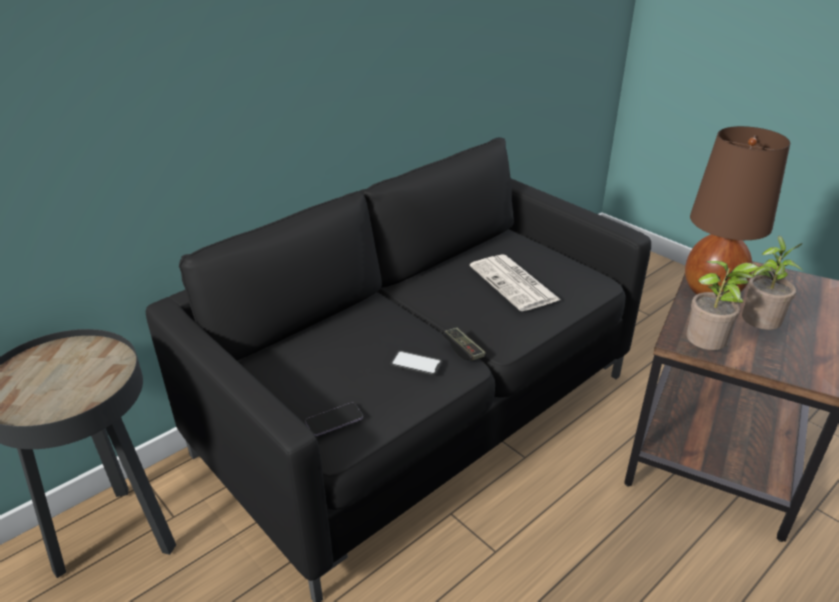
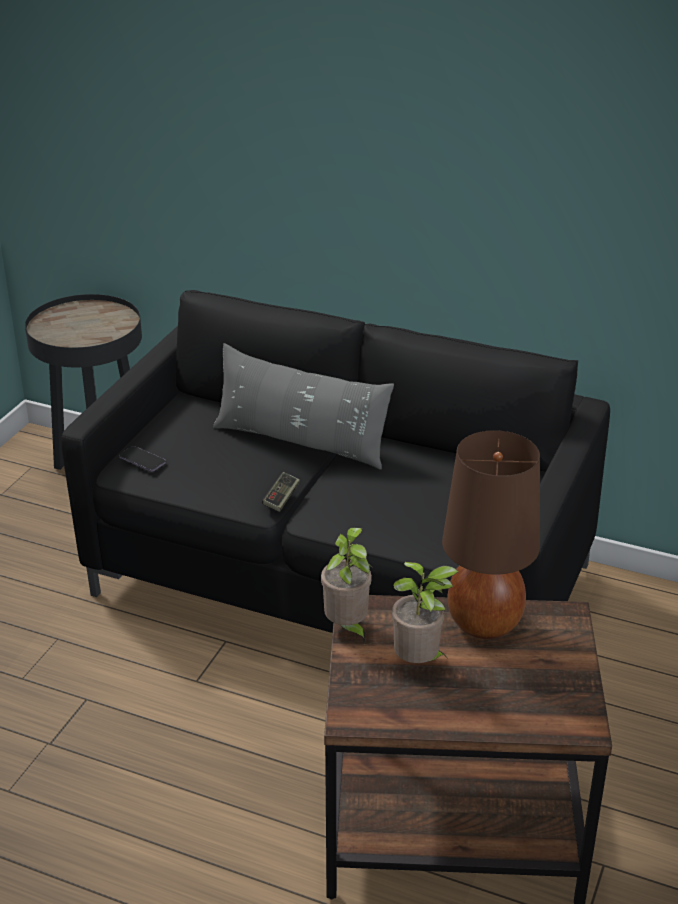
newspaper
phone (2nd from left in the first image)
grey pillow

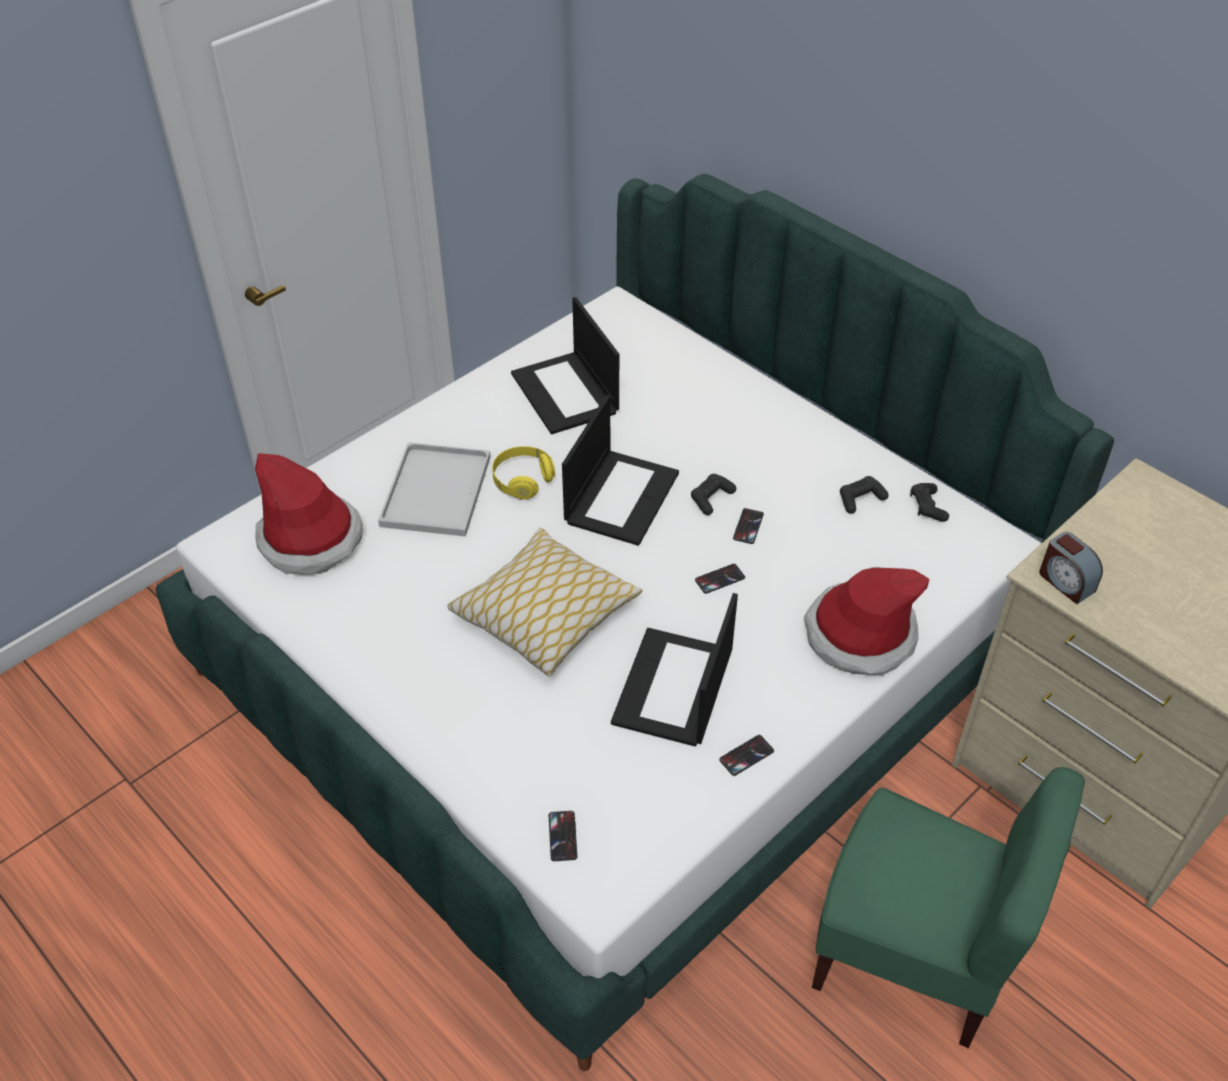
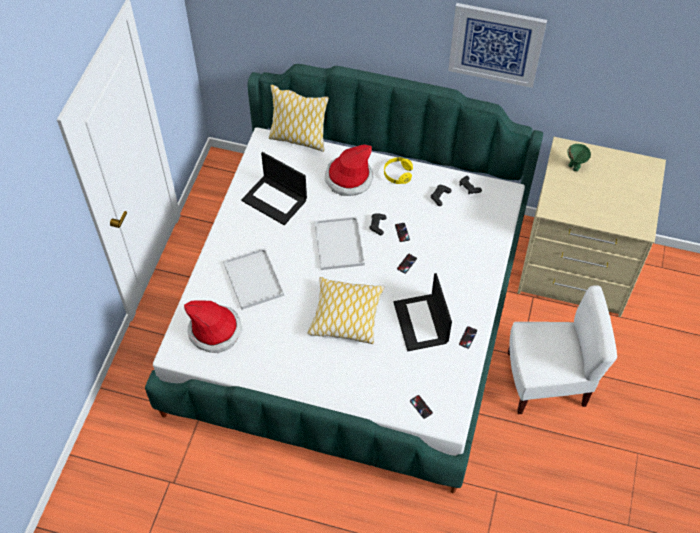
white tray (2nd from left)
yellow headphones
alarm clock
hat (2nd from left)
white chair
picture
pillow (1st from left)
green bowl

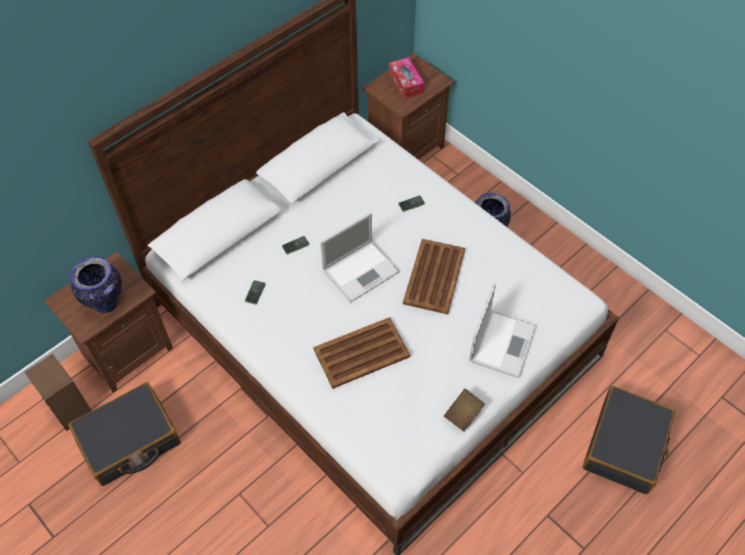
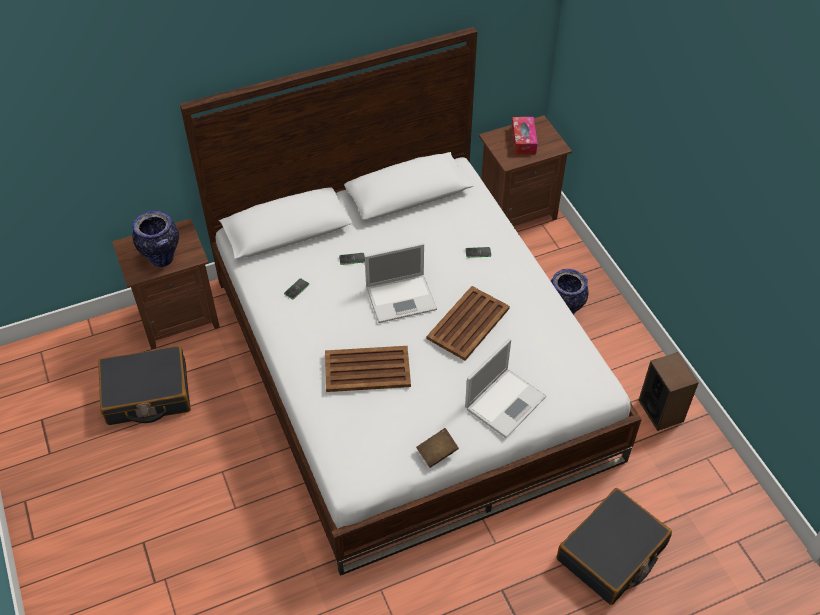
speaker

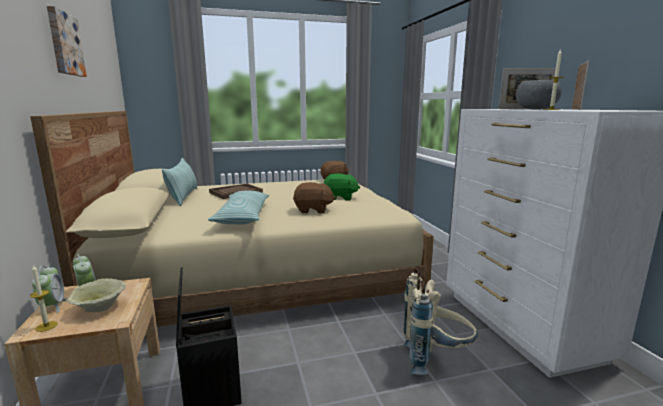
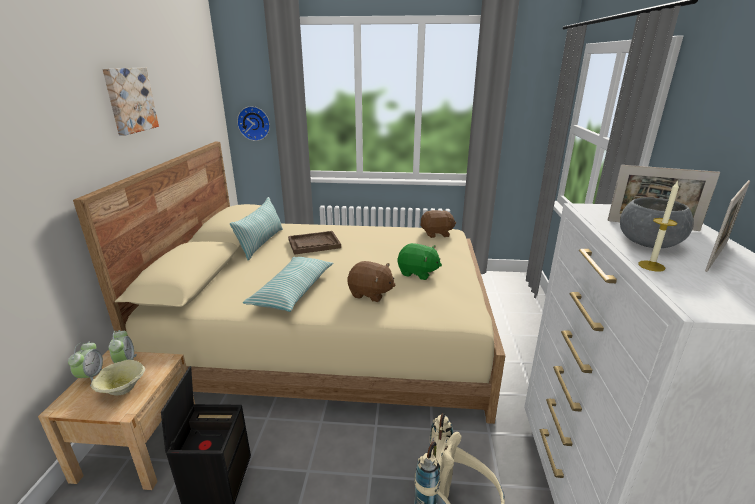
candle (1st from left in the first image)
wall clock

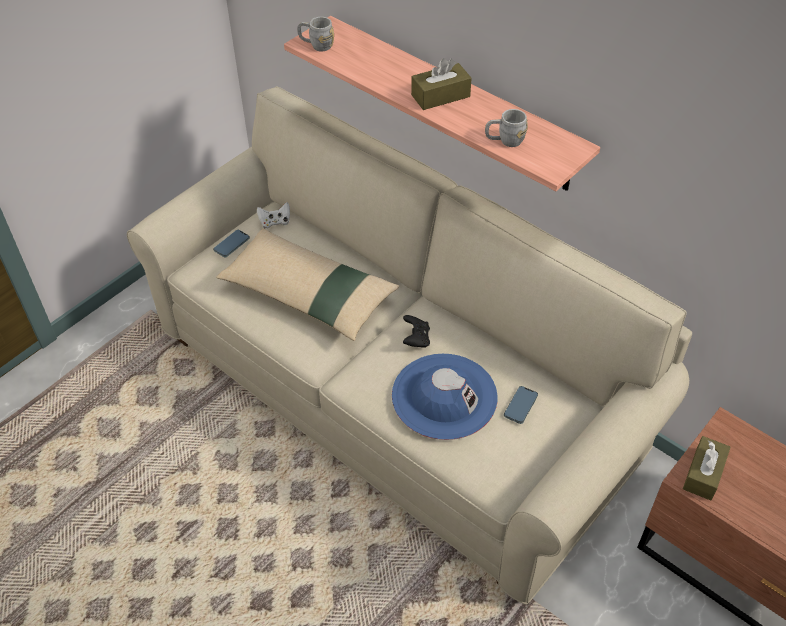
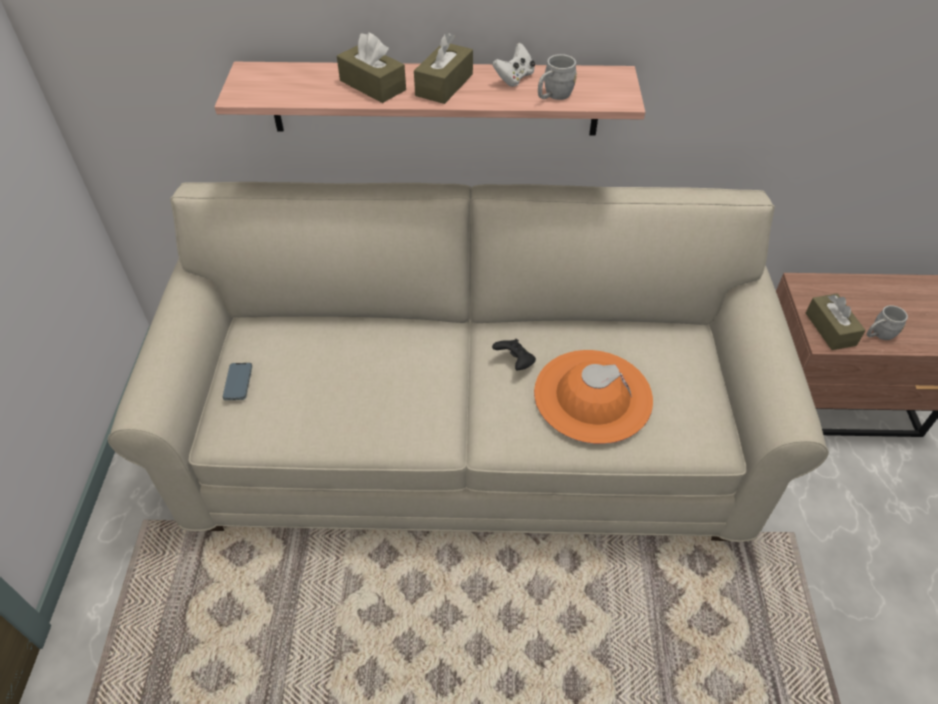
grey mug (2nd from left)
white game controller
beige pillow
orange hat
phone (2nd from left in the first image)
brown tissue box (1st from left)

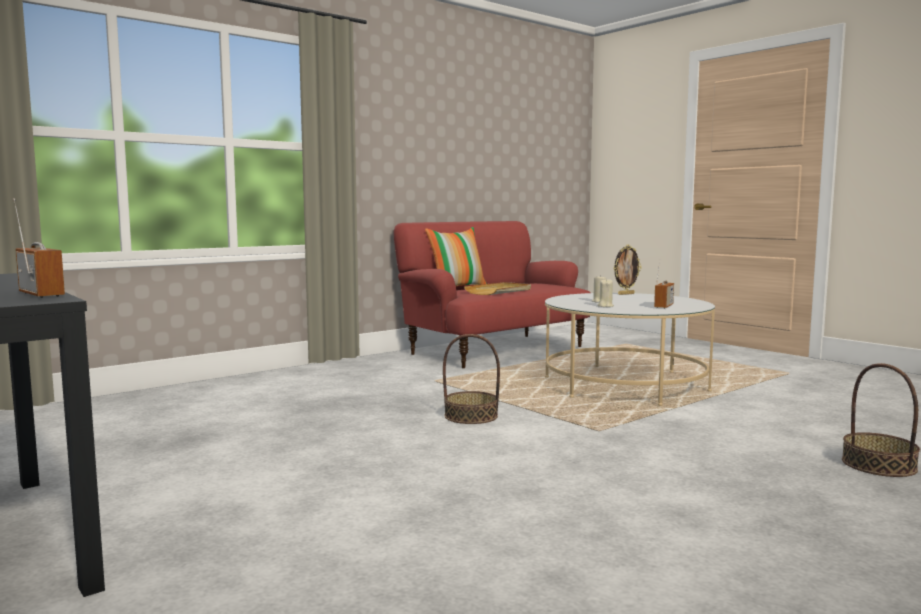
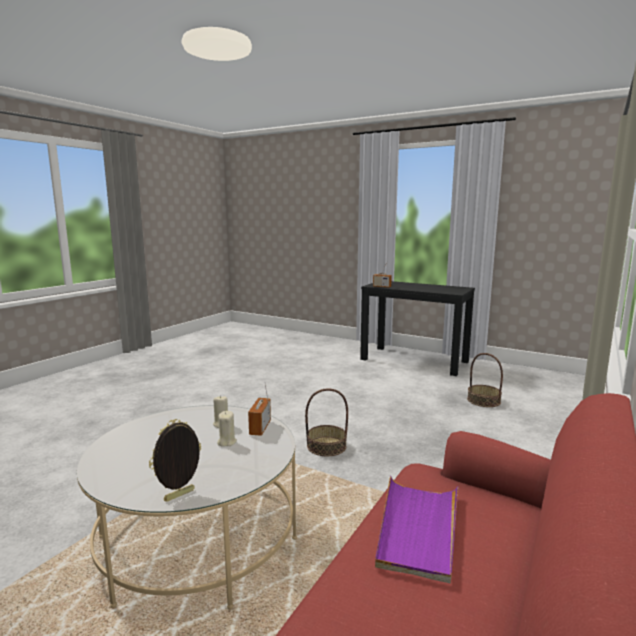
pillow
radio (1st from left)
purple tray
basket (2nd from left)

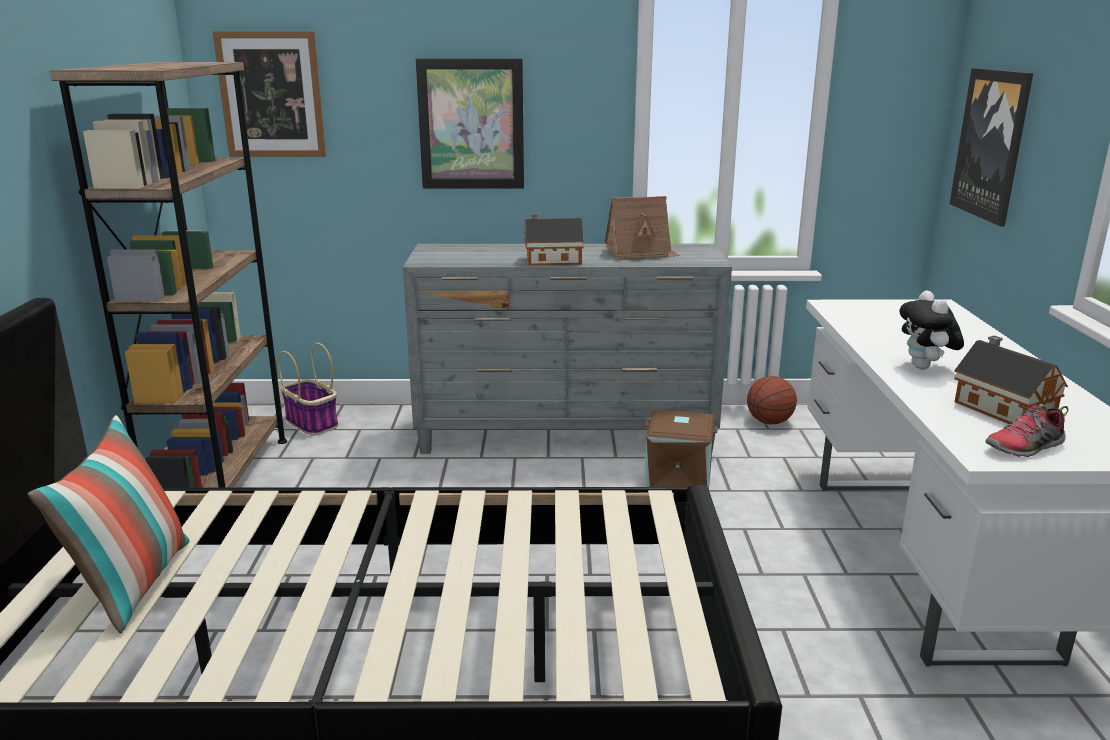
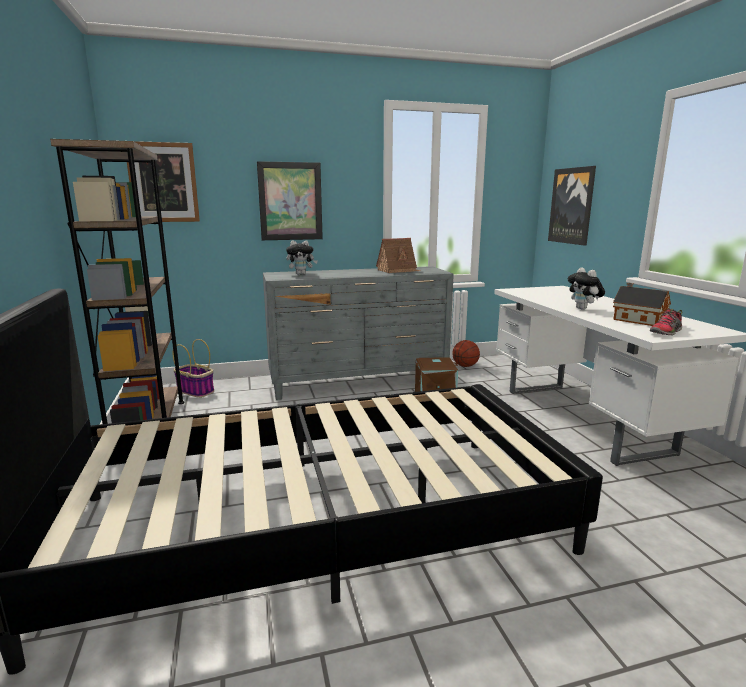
toy house (1st from left in the first image)
pillow
plush toy (1st from left)

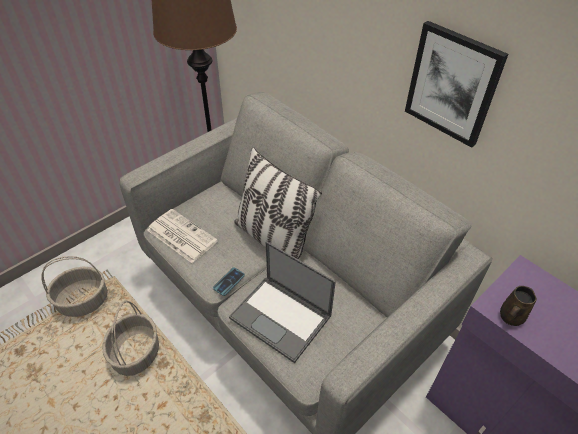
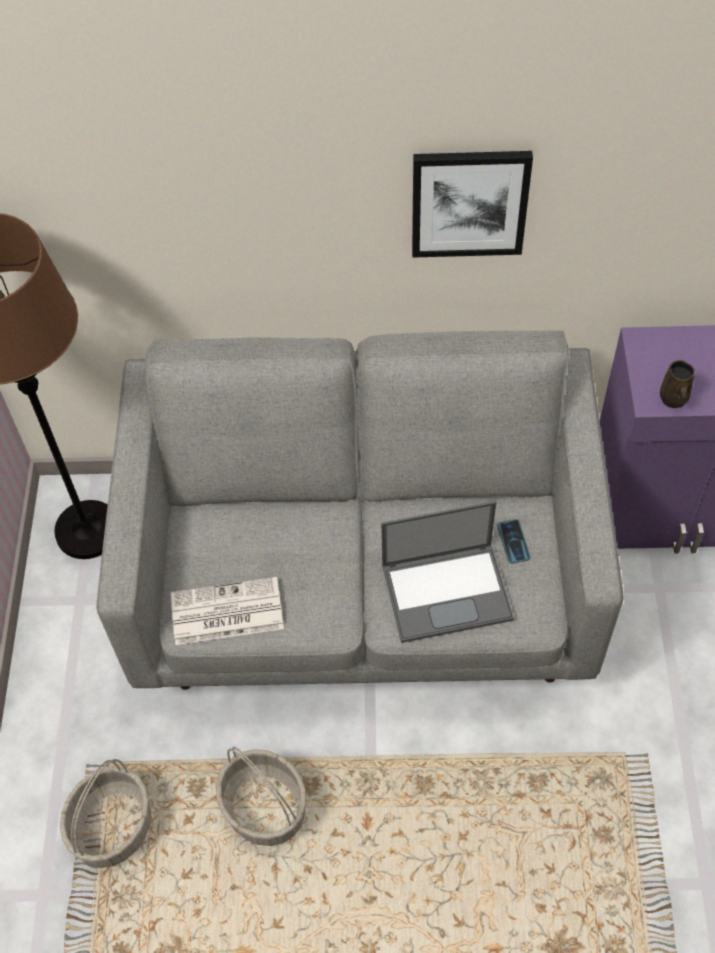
pillow
phone

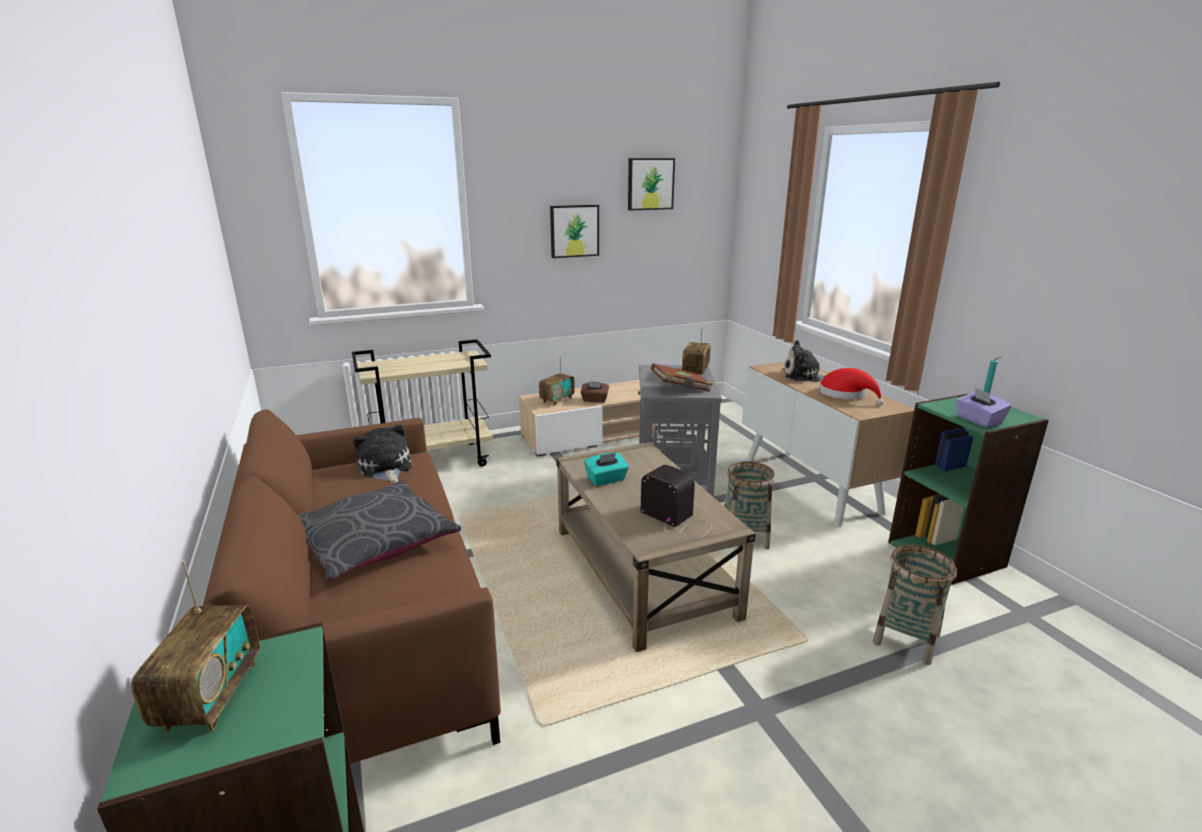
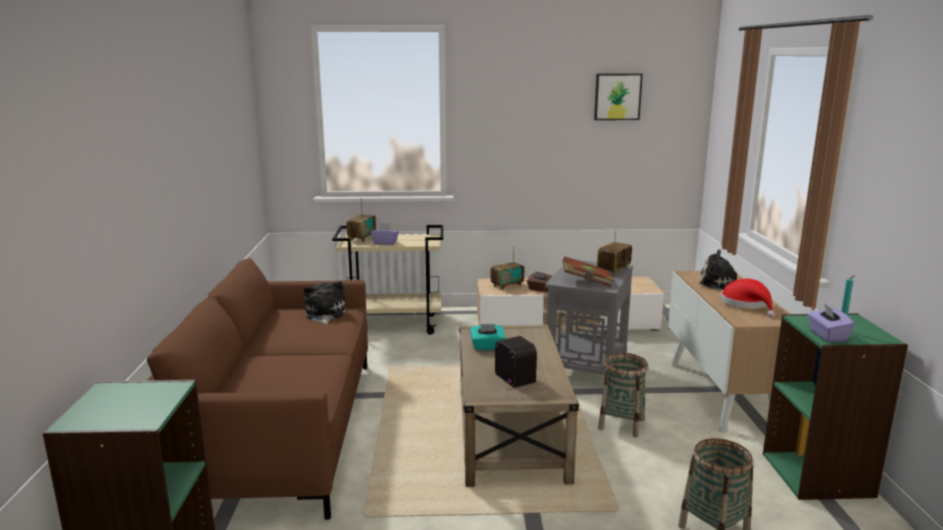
picture (1st from left in the first image)
grey pillow
radio (1st from left)
purple tissue box (1st from left)

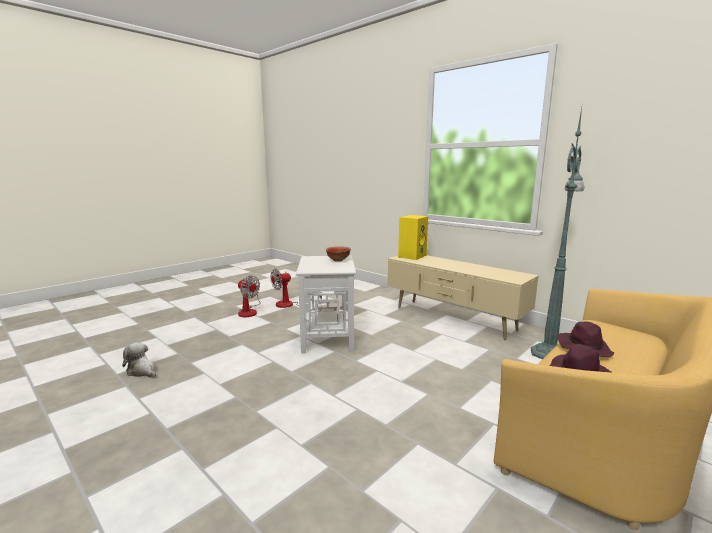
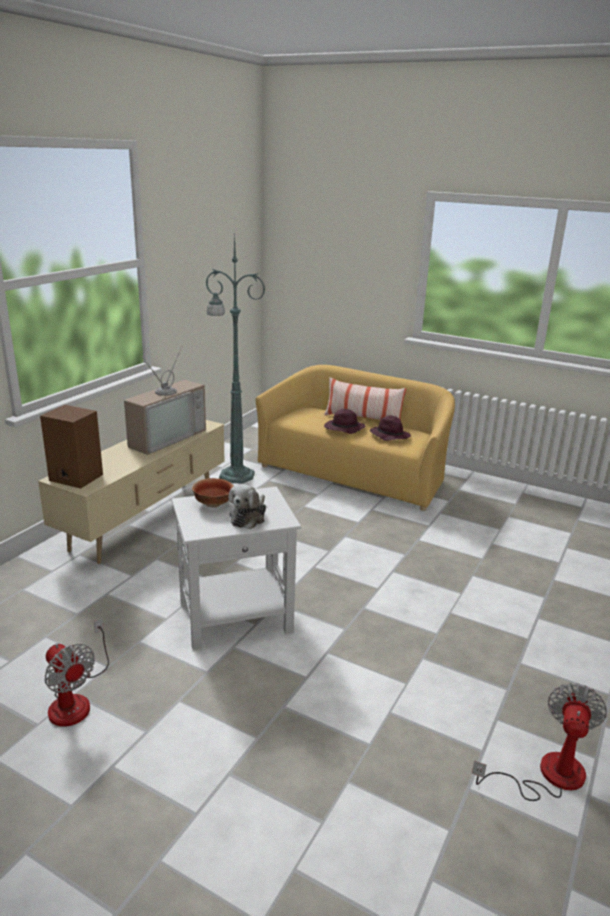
brown speaker
fan (2nd from left)
plush toy
television
pillow

